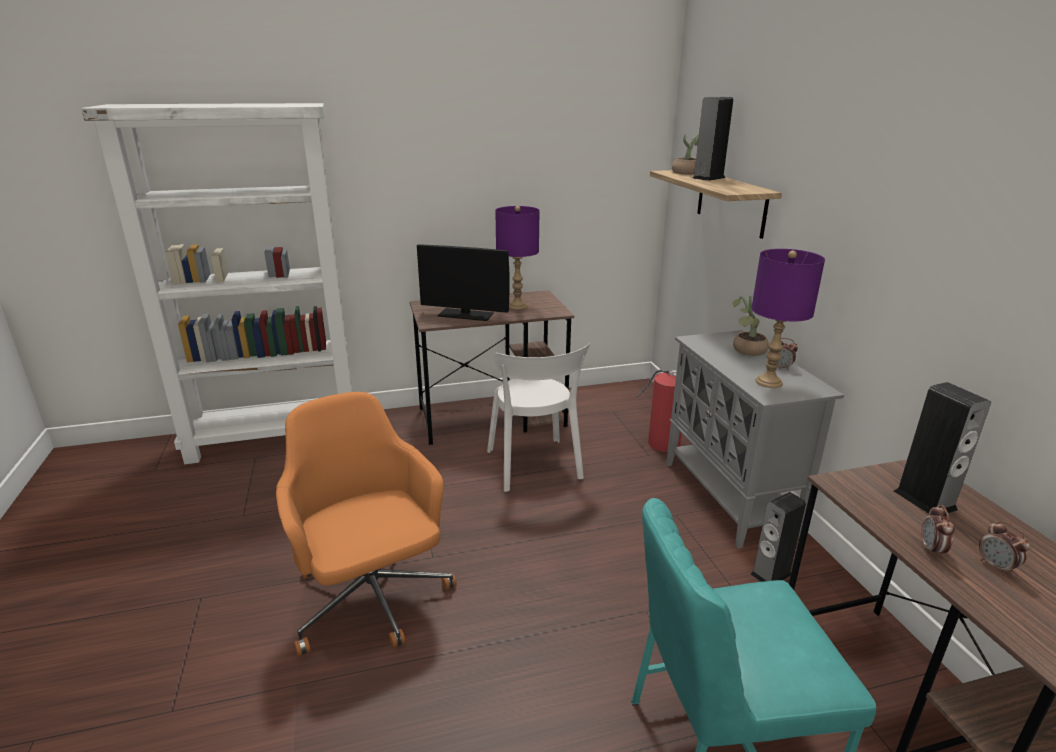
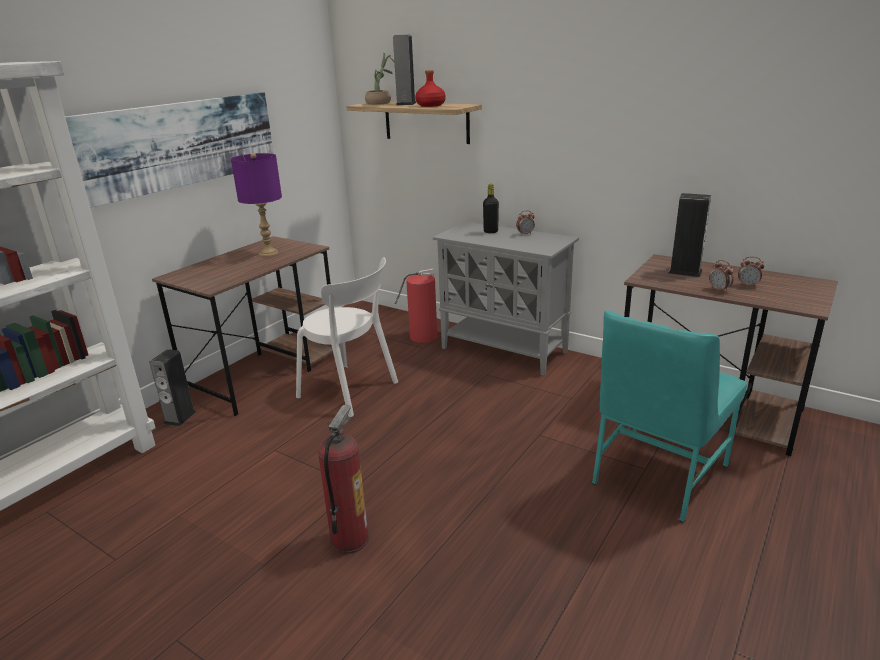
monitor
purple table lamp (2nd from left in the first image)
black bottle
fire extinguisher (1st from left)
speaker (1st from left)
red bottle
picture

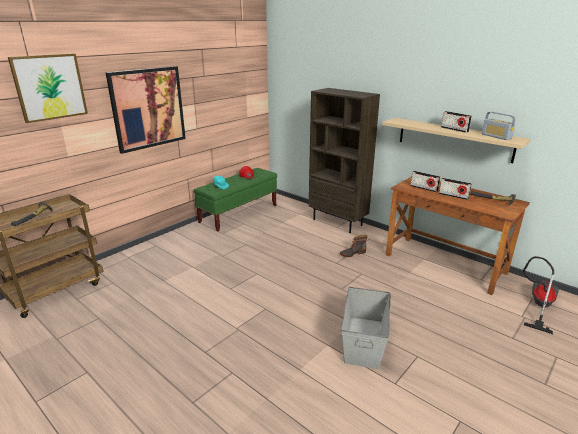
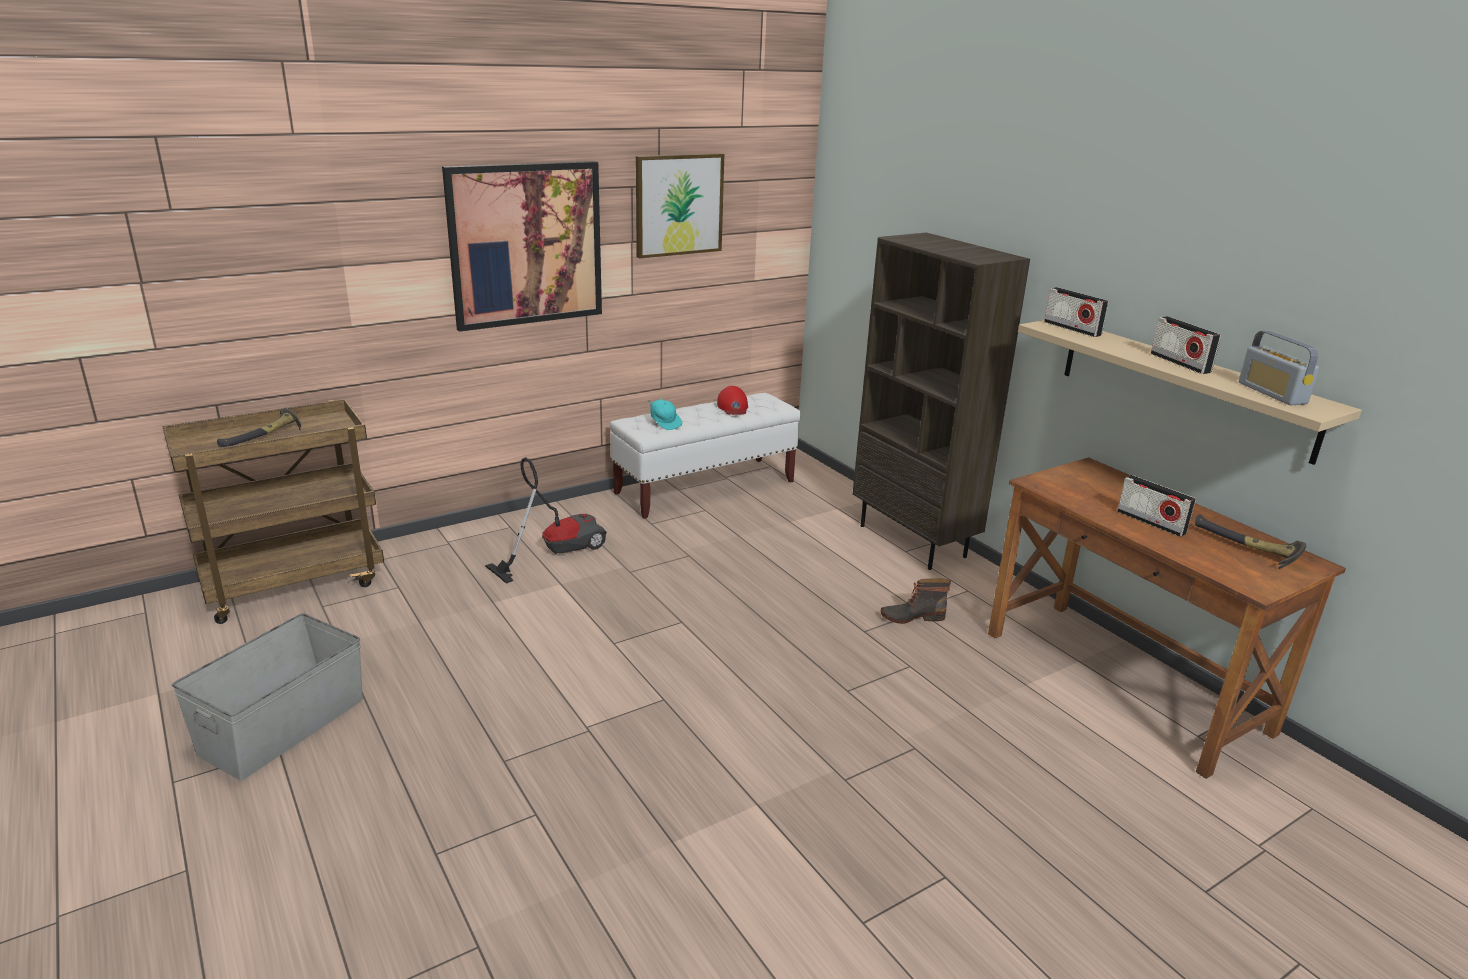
picture (2nd from left)
white bench
radio (1st from left)
vacuum cleaner
grey storage box

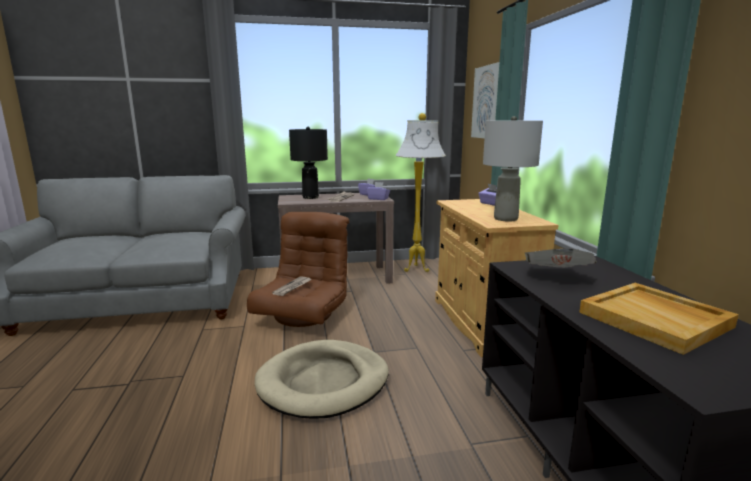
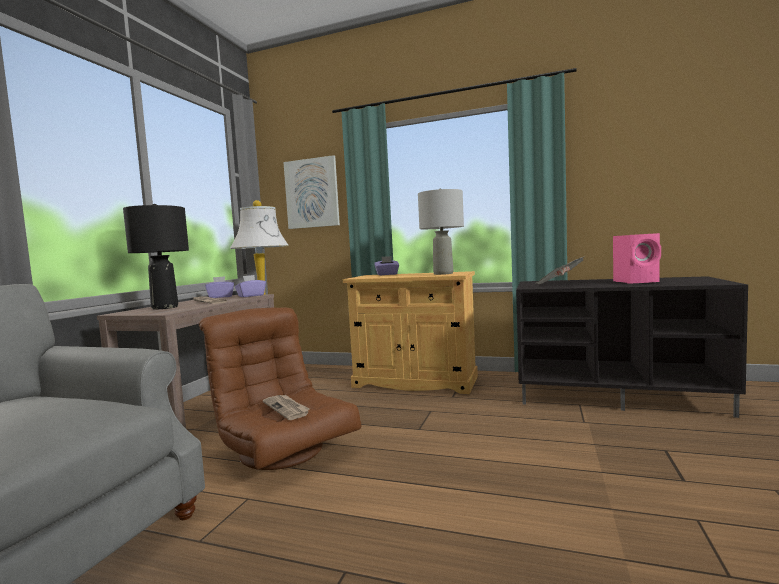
pink speaker
beige dog bed

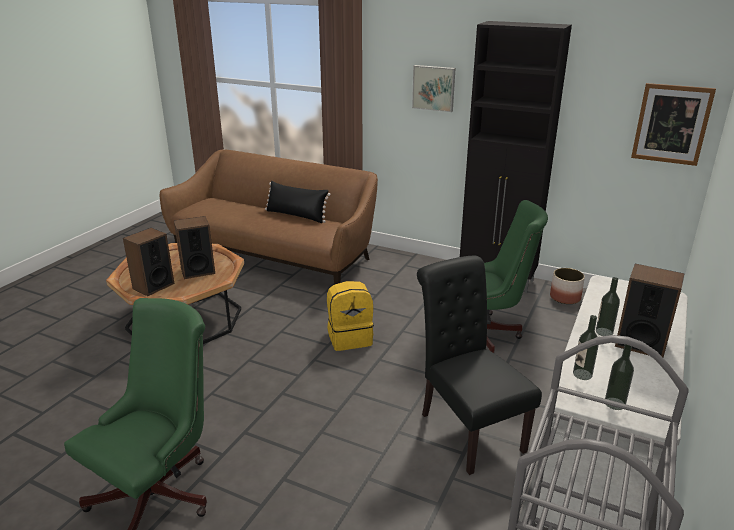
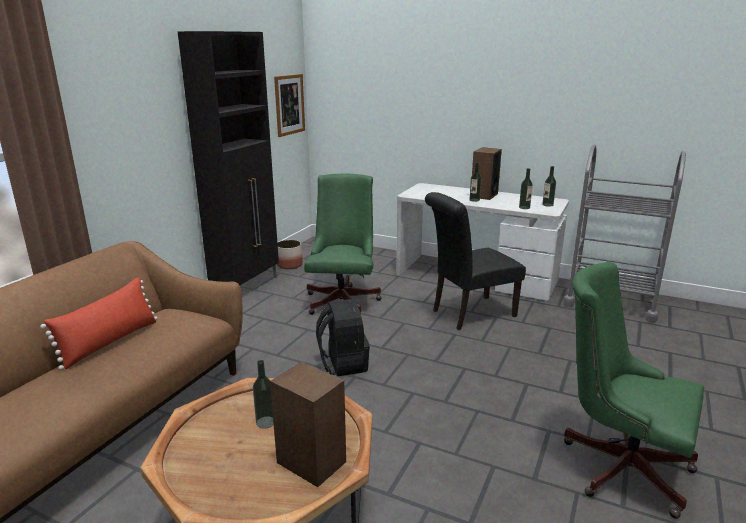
picture (1st from left in the first image)
red pillow
bottle (1st from left)
black backpack

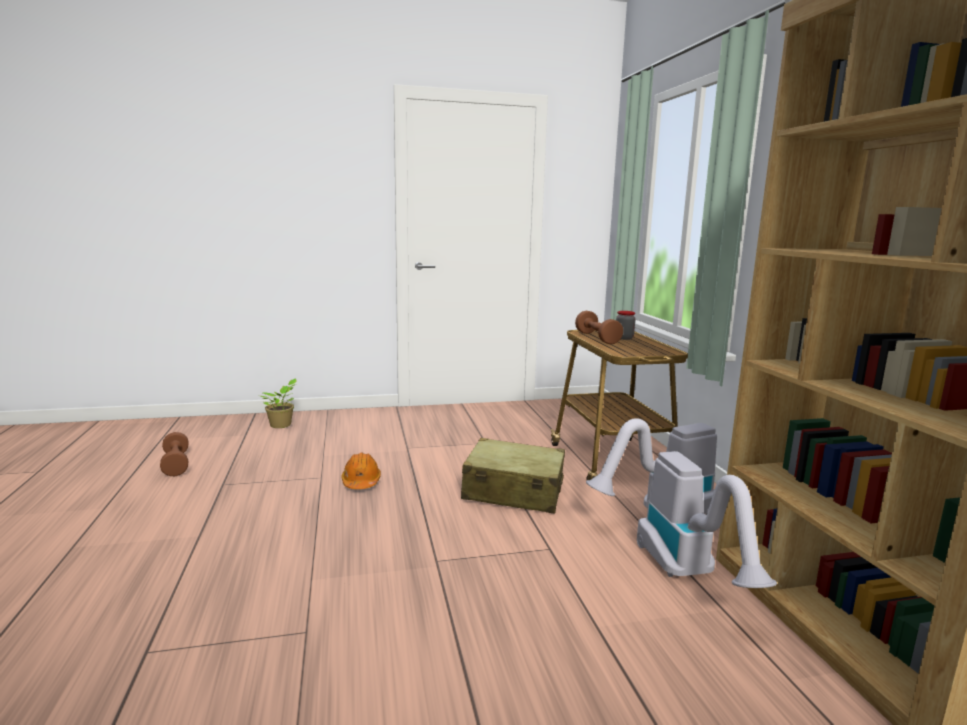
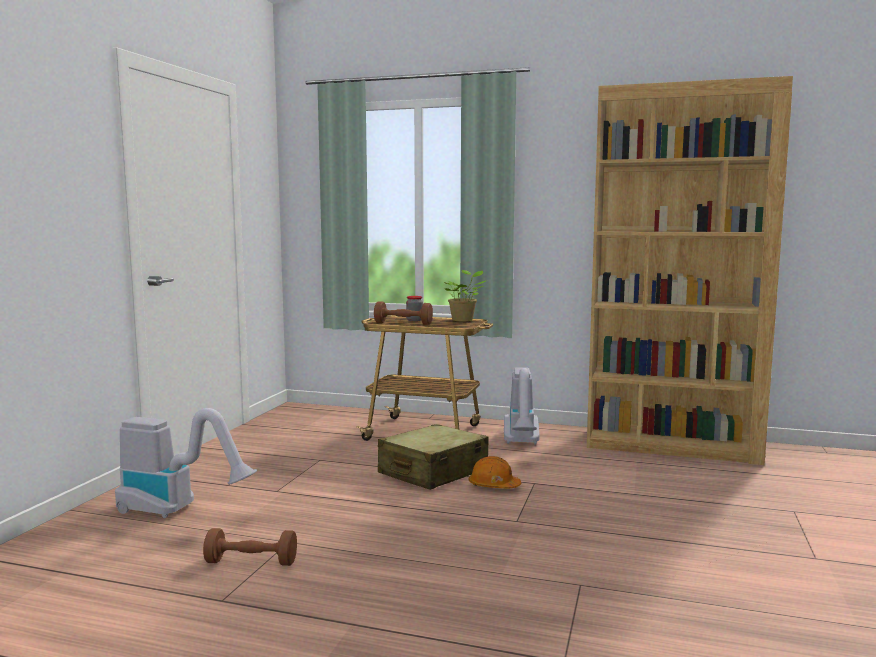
potted plant
brown dumbbell (1st from left)
vacuum cleaner (1st from left)
orange hard hat

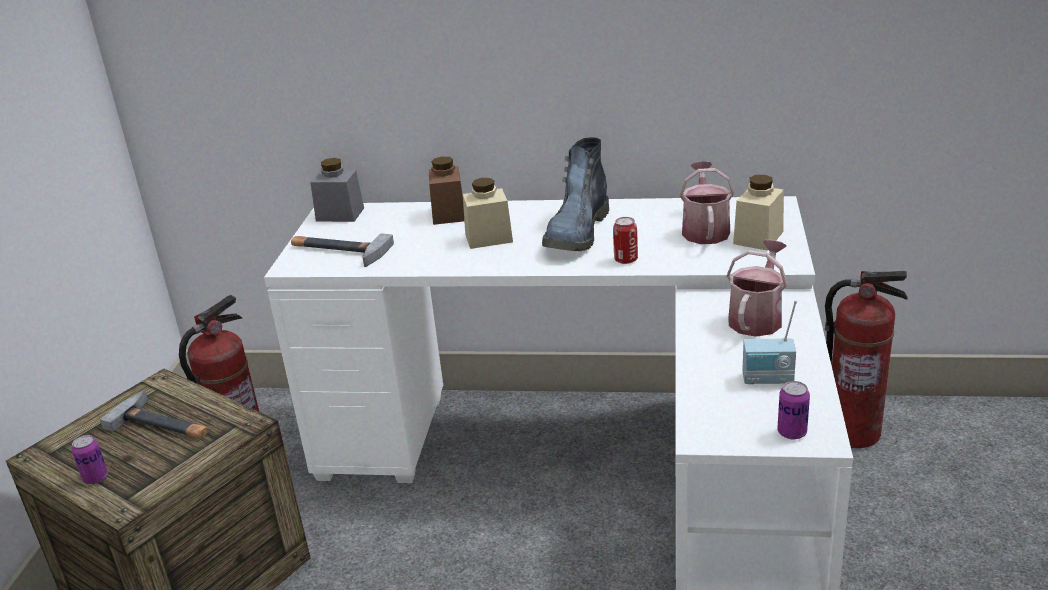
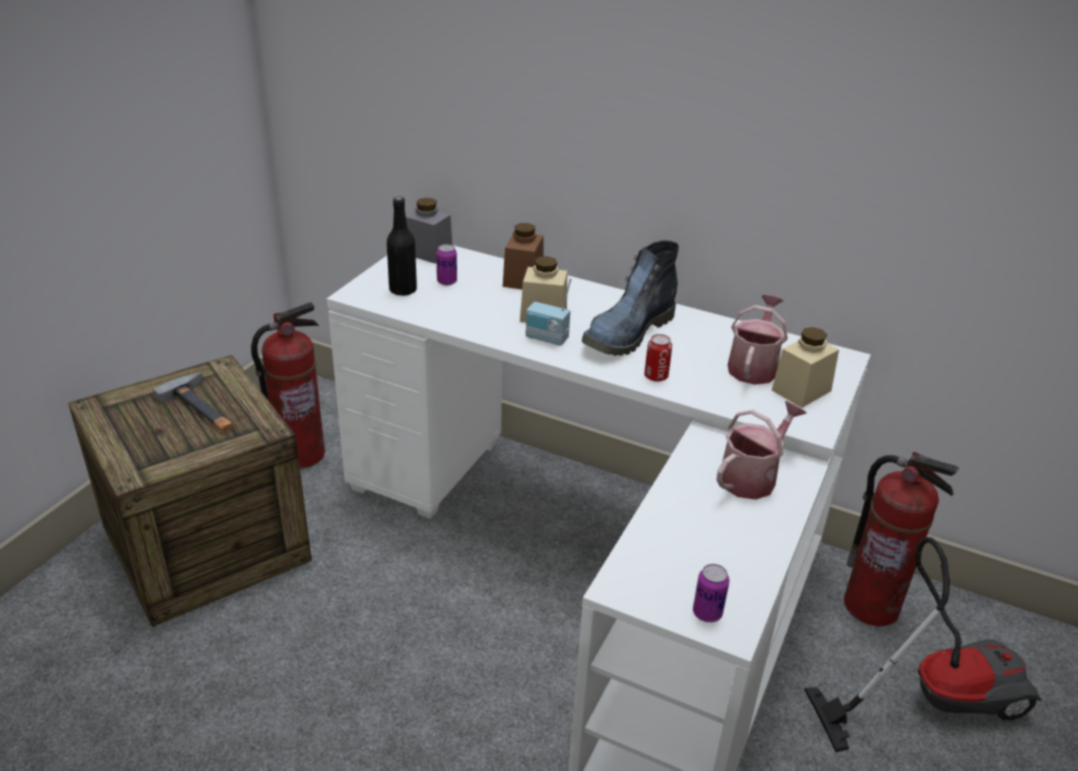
black bottle
radio
can (1st from left)
vacuum cleaner

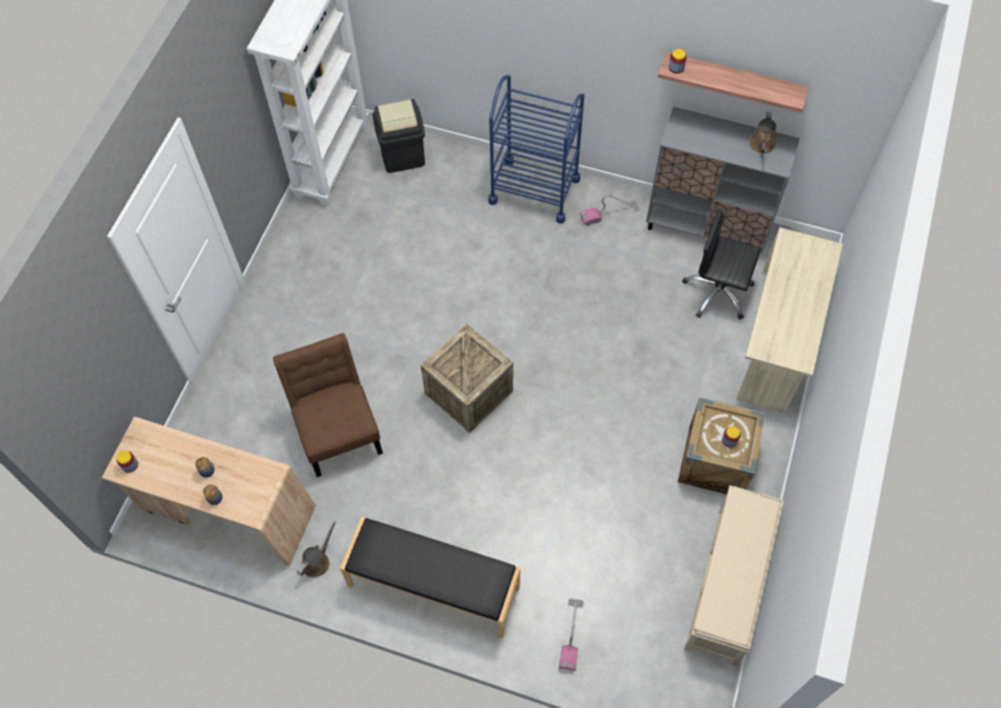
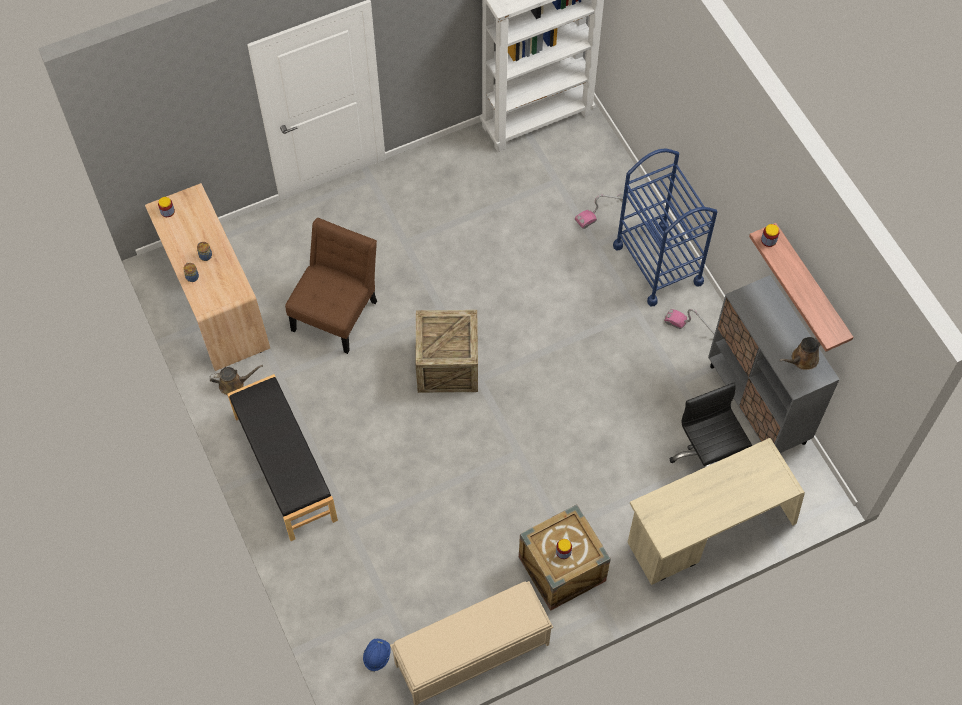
black trash can
vacuum cleaner (1st from left)
blue hard hat

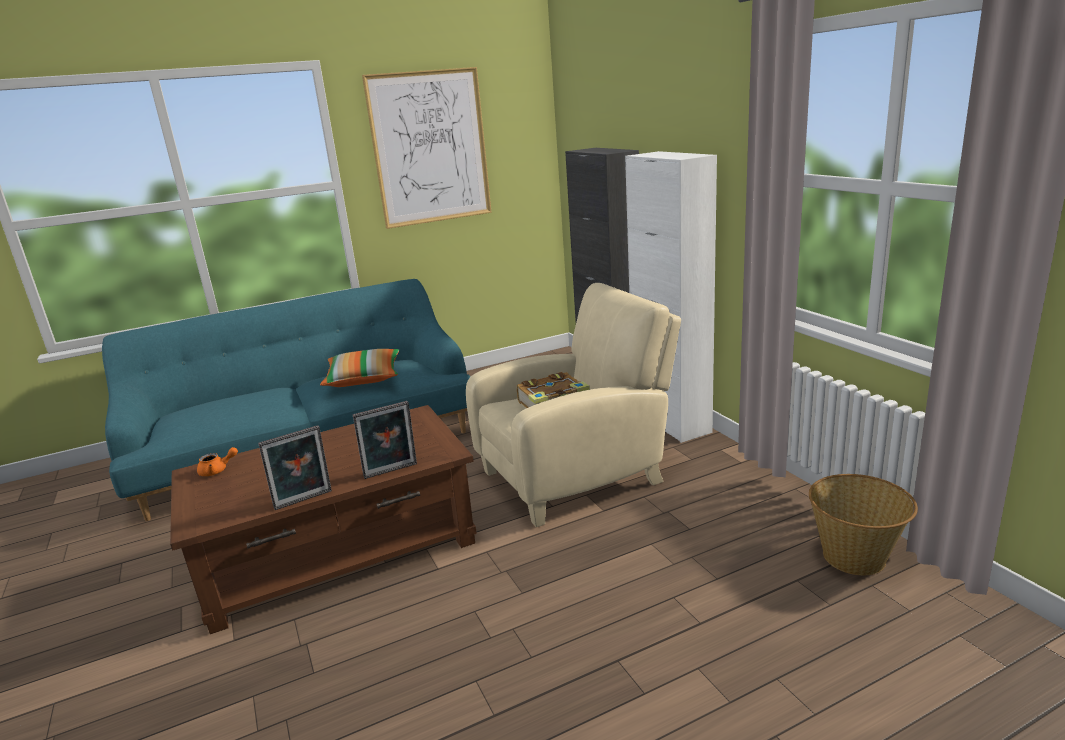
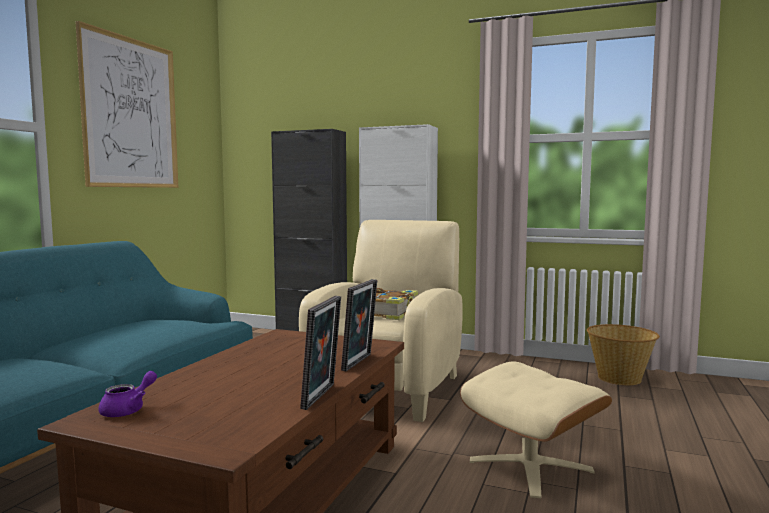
pillow
purple teapot
beige ottoman

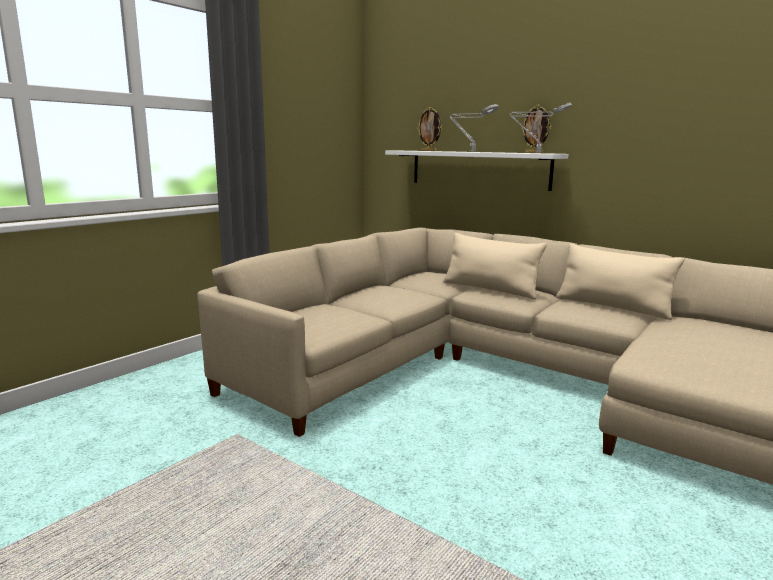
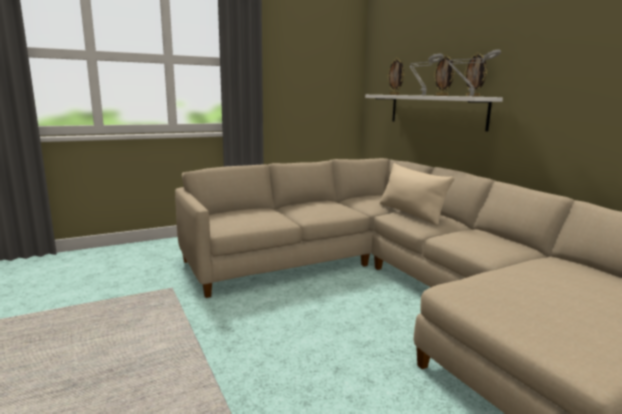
beige pillow (2nd from left in the first image)
picture frame (2nd from left)

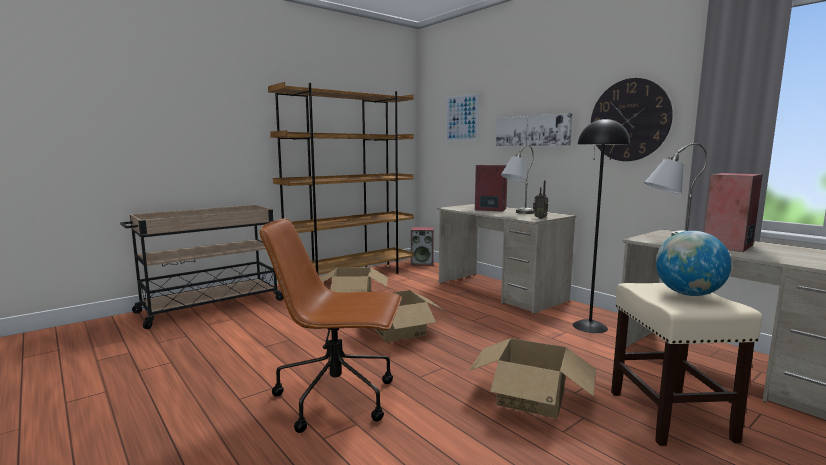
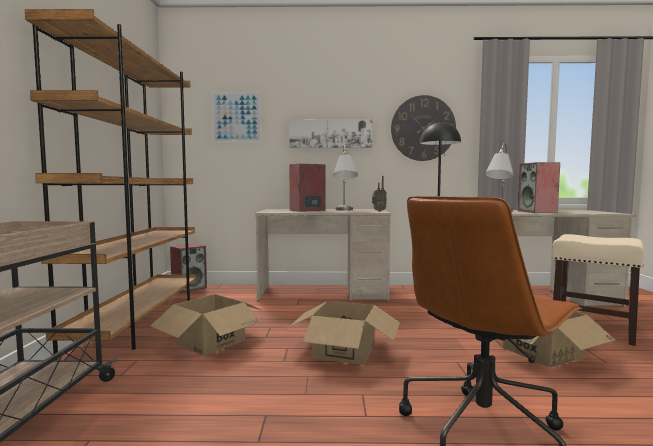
globe

